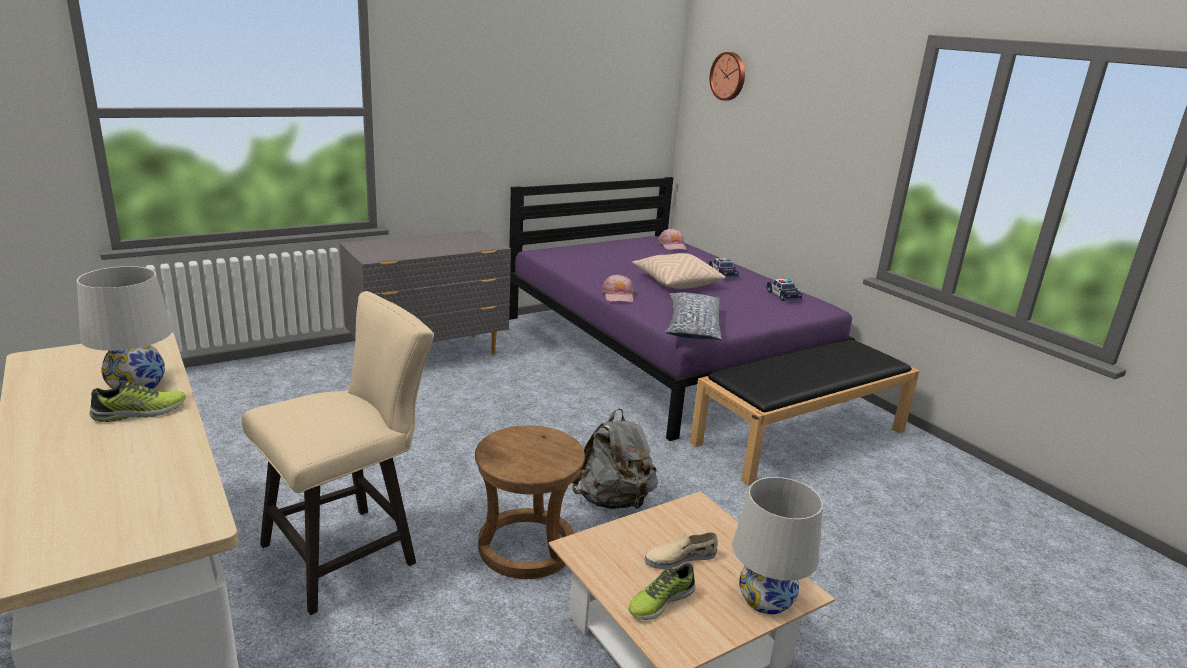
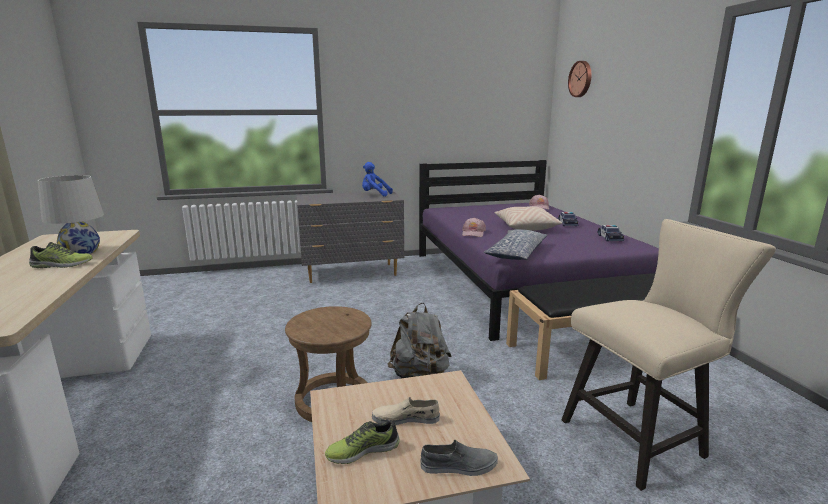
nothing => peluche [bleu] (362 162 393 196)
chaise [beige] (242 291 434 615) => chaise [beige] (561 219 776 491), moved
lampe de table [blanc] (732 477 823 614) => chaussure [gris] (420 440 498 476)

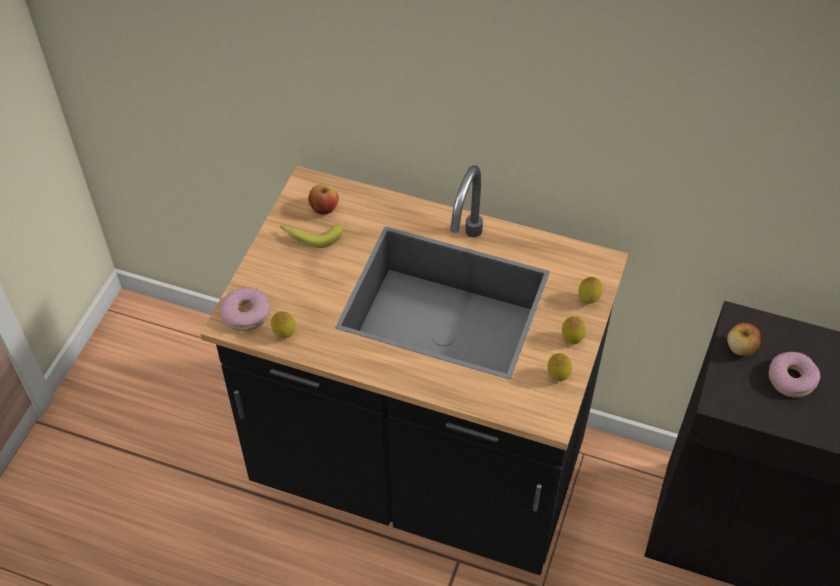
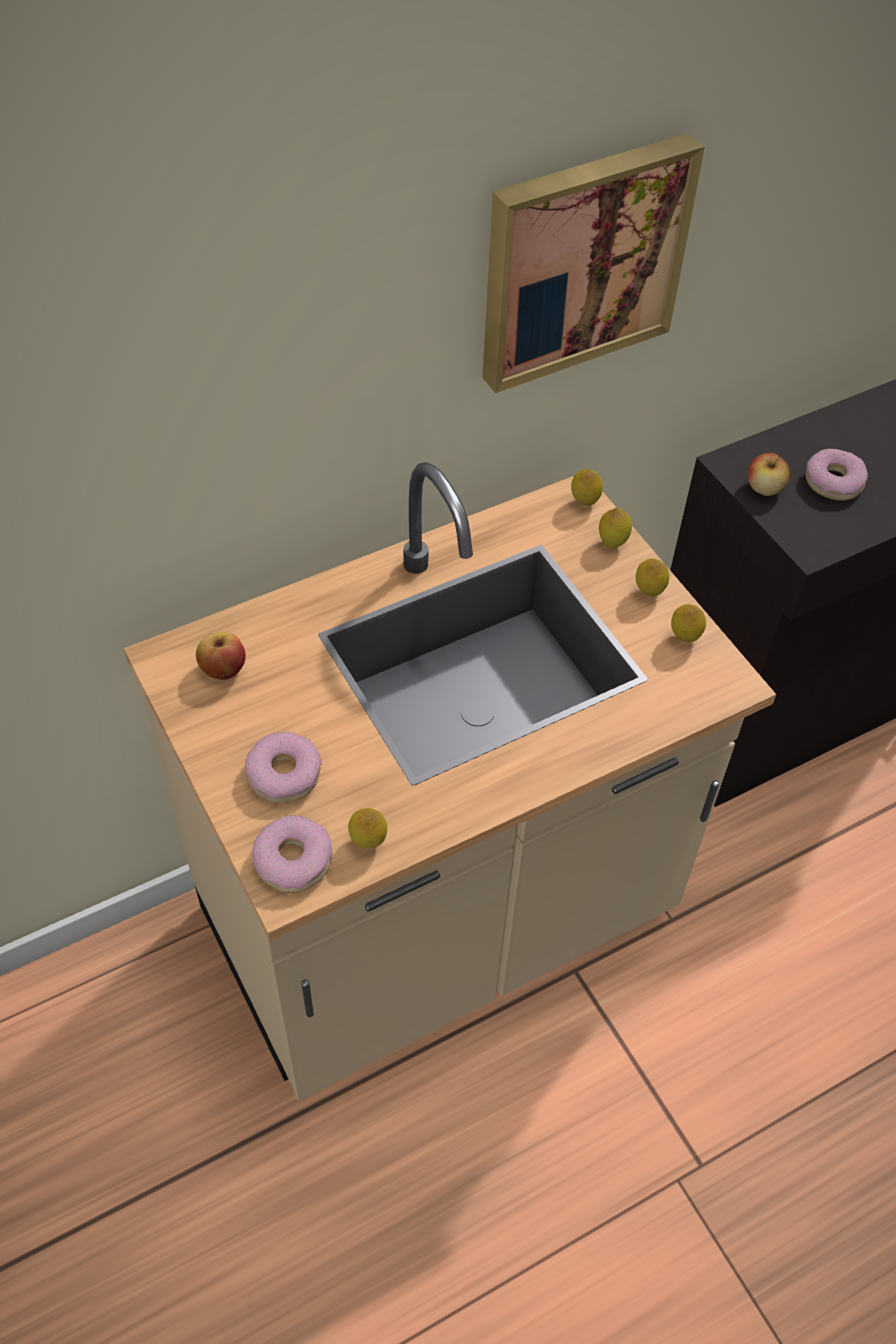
banane (280 224 343 248) => nothing
nothing => beignet (245 732 322 803)
nothing => tableau (482 133 705 393)
nothing => citron (571 469 603 506)
comptoir de cuisine [noir] (200 165 628 575) => comptoir de cuisine [beige] (124 462 776 1101)

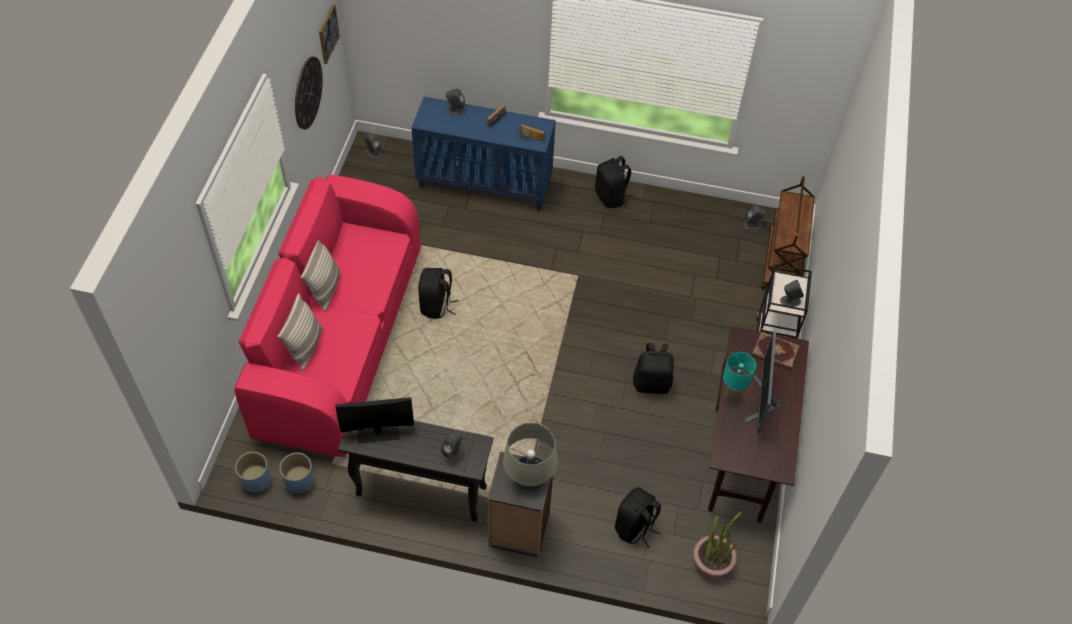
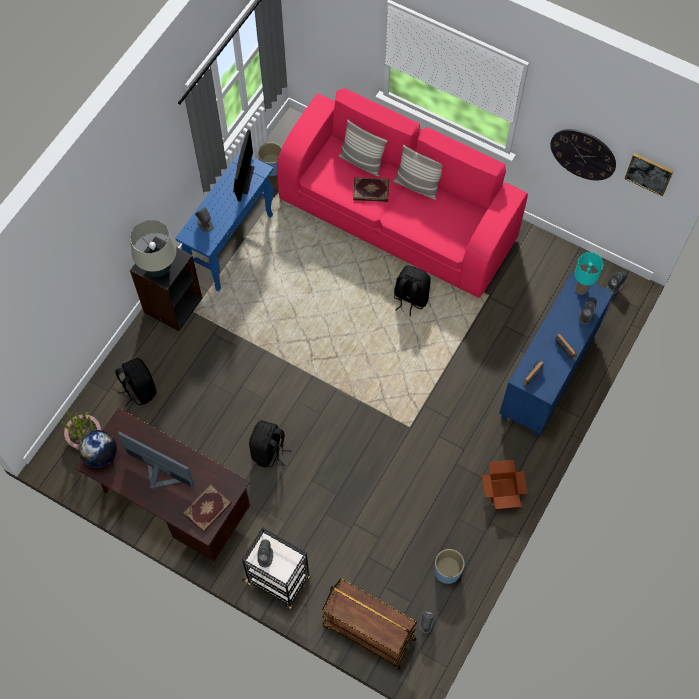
nothing => globe (78 430 117 468)
nothing => livre (353 177 389 202)
cache-pot [bleu] (235 452 271 493) => cache-pot [bleu] (434 549 465 584), moved
lampe de table [turquoise] (723 352 756 403) => lampe de table [turquoise] (574 252 603 295), moved
sac à dos [noir] (595 156 632 208) => carton (482 460 528 509)
table console [noir] (338 421 493 522) => table console [bleu] (175 151 273 291)

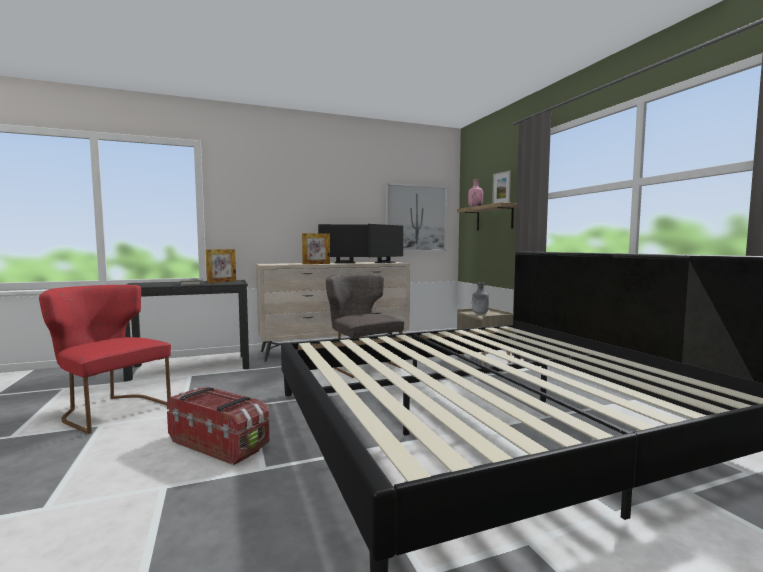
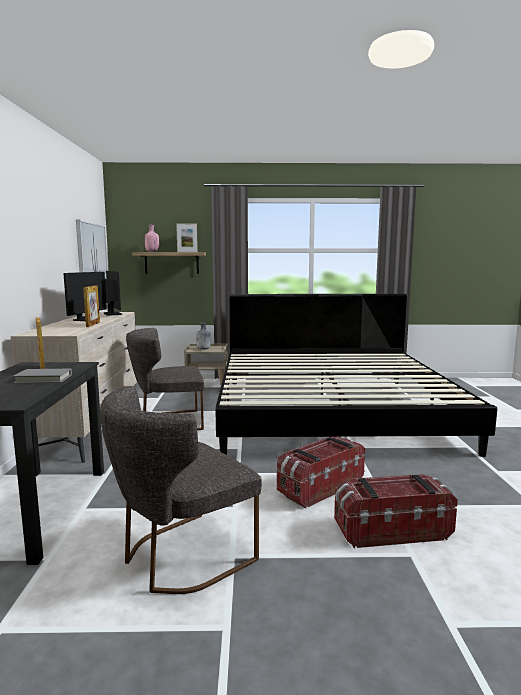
nothing => boîte de rangement (334 474 458 548)
chaise [rouge] (39 285 171 434) => chaise [gris] (100 386 261 594)

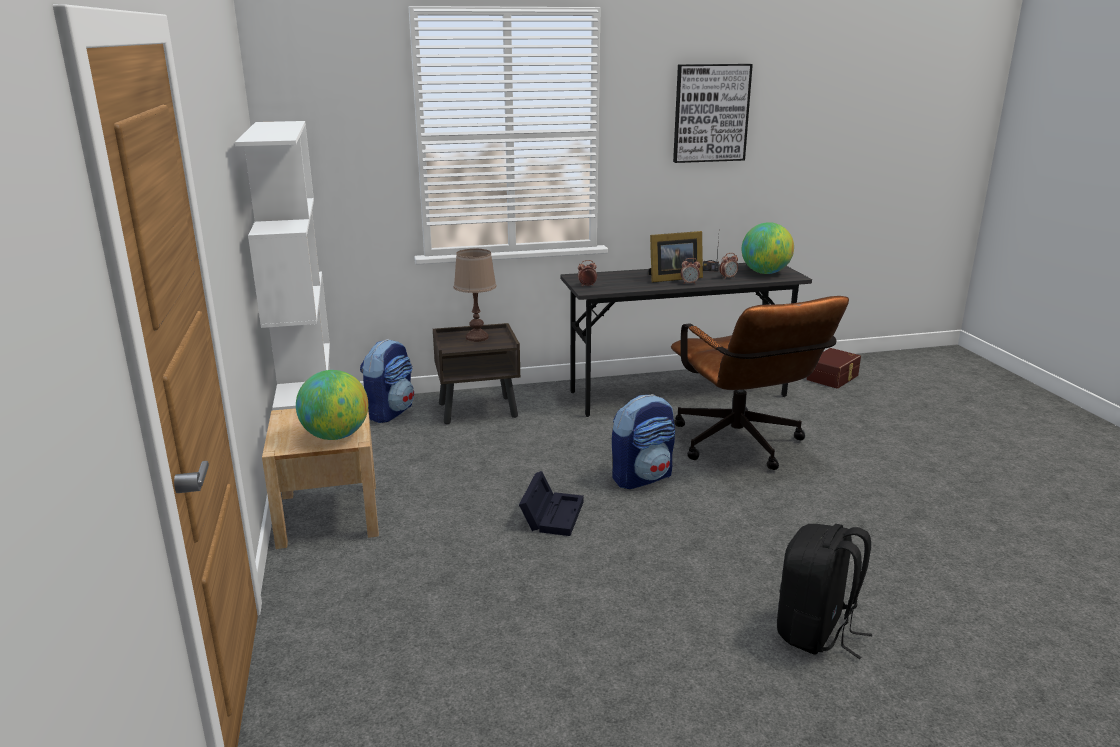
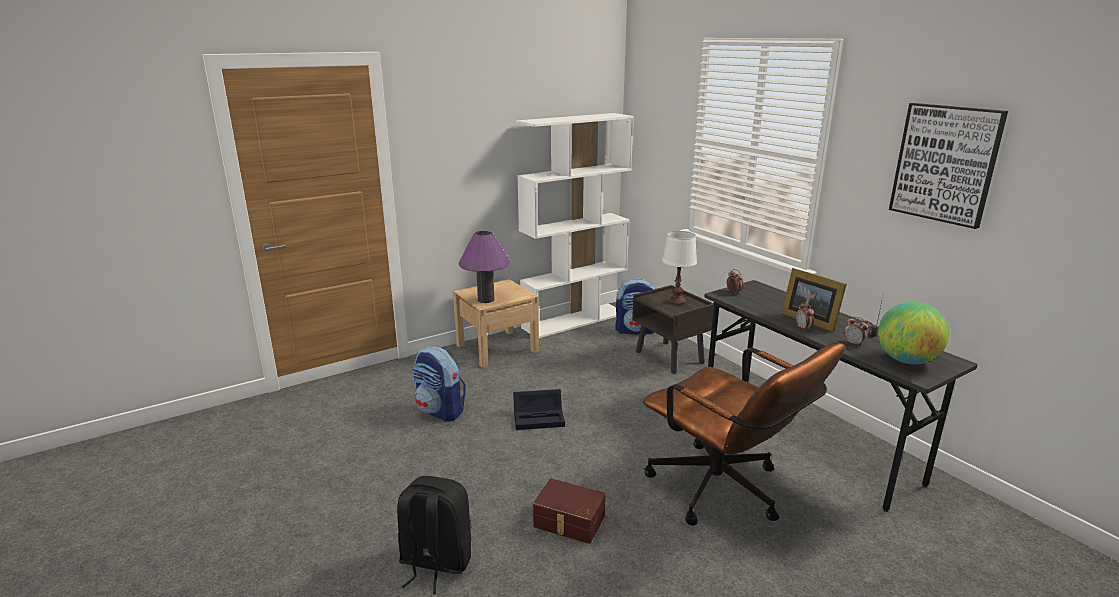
sac à dos (612 394 675 489) => sac à dos (412 346 466 422), moved
boîte de rangement [marron] (807 348 861 389) => boîte de rangement [marron] (533 478 606 544), moved
globe (296 370 368 440) => lampe de table [violet] (459 231 510 303)
lampe de table [marron] (454 249 497 342) => lampe de table [blanc] (662 231 697 305)
chaise de bureau [marron] (671 296 849 470) => chaise de bureau [marron] (643 343 845 526), 90 degrees counterclockwise

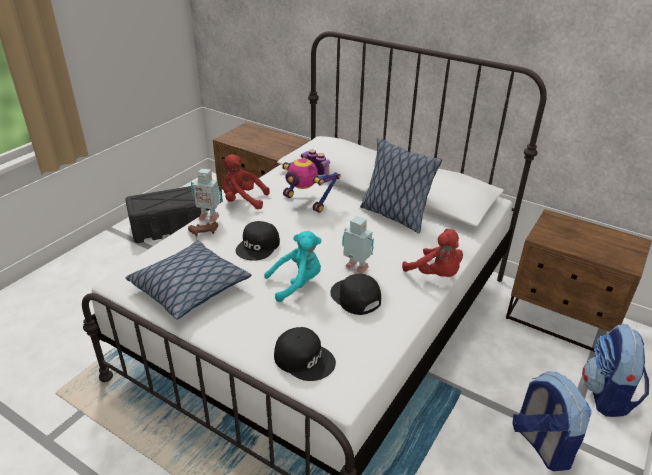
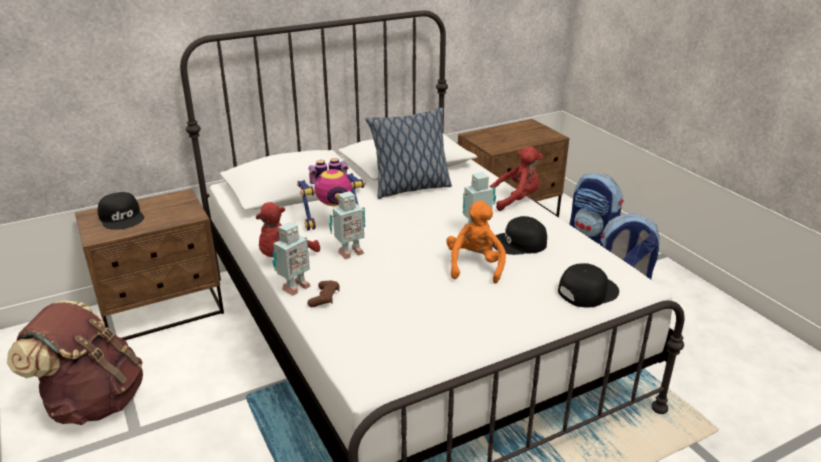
coussin (126 240 251 320) => nothing
nothing => robot jouet (329 191 365 259)
casquette [noir] (236 221 280 261) => casquette [noir] (98 192 144 230), moved
boîte de rangement [noir] (125 186 210 243) => sac à dos [marron] (7 301 143 425)
peluche [turquoise] (264 231 321 302) => peluche [orange] (446 201 506 284)

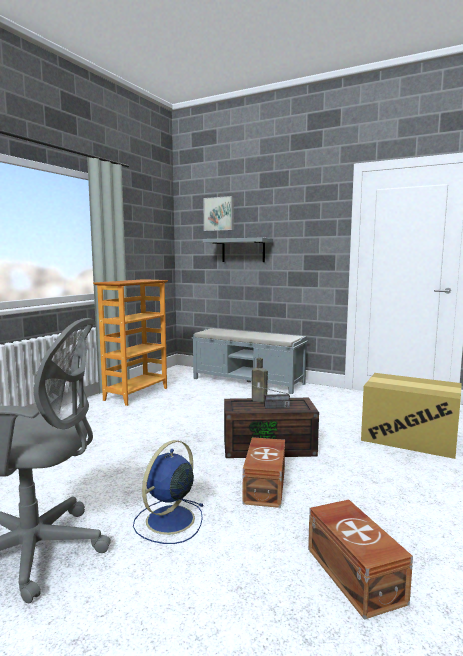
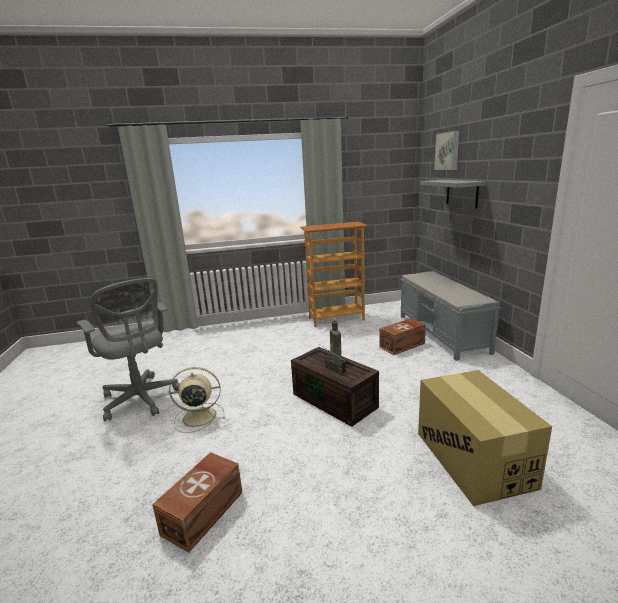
boîte de rangement [marron] (243 437 285 508) => boîte de rangement [marron] (379 318 426 355), moved
ventilateur [bleu] (133 440 203 544) => ventilateur [beige] (169 367 225 433)

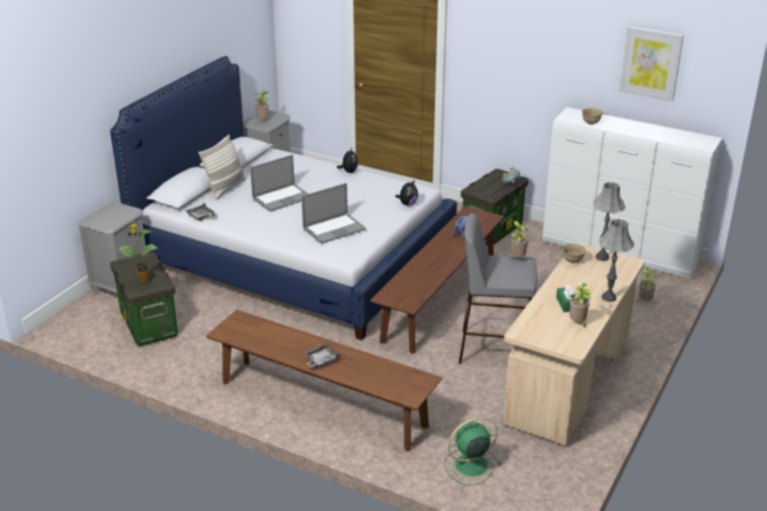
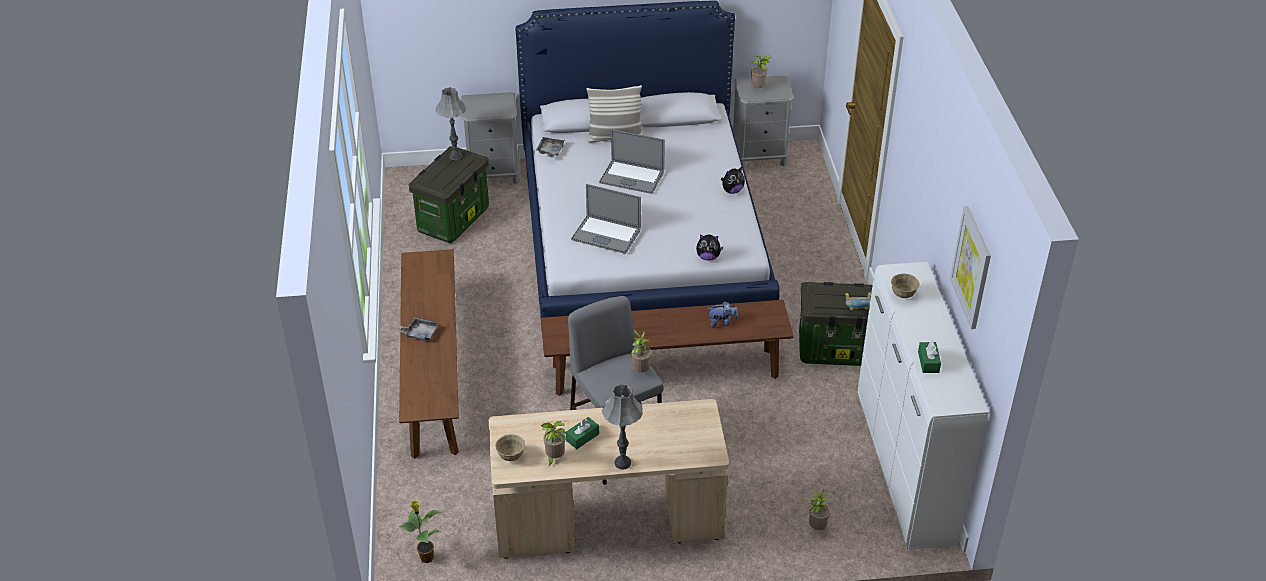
ventilateur [vert] (444 417 501 486) => nothing
nothing => boîte à mouchoirs [vert] (918 341 941 373)
plante en pot (119 224 157 284) => plante en pot (399 501 443 563), moved
bol [beige] (562 244 586 263) => bol [beige] (495 434 525 461), moved
lampe de table [gris] (593 182 626 261) => lampe de table [gris] (436 87 467 160), moved

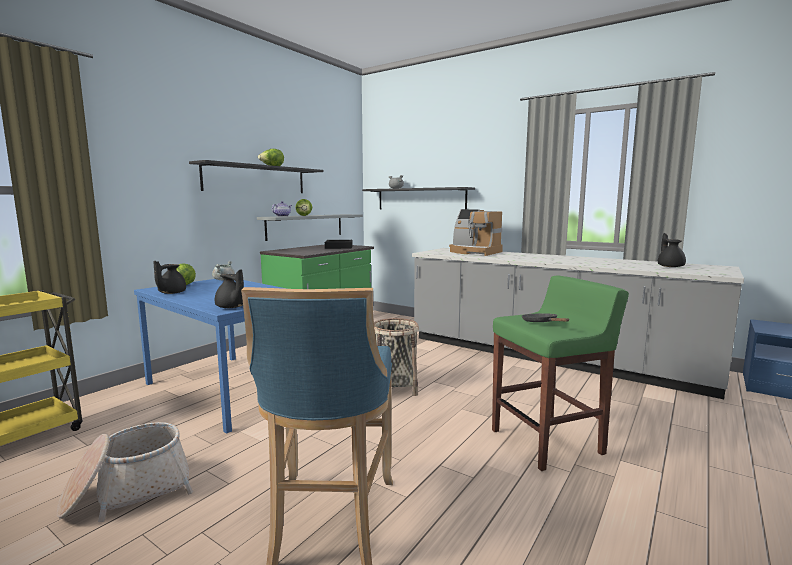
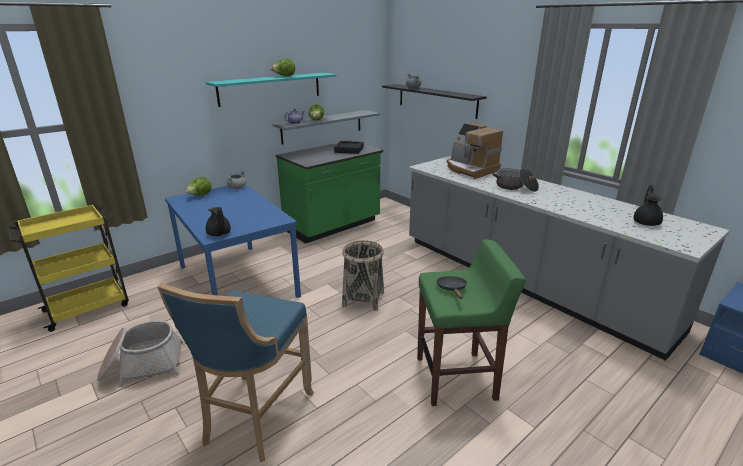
théière [noir] (154 261 186 294) => nothing
nothing => marmite (493 168 539 192)
étagère [noir] (189 160 323 193) => étagère [turquoise] (206 73 336 107)

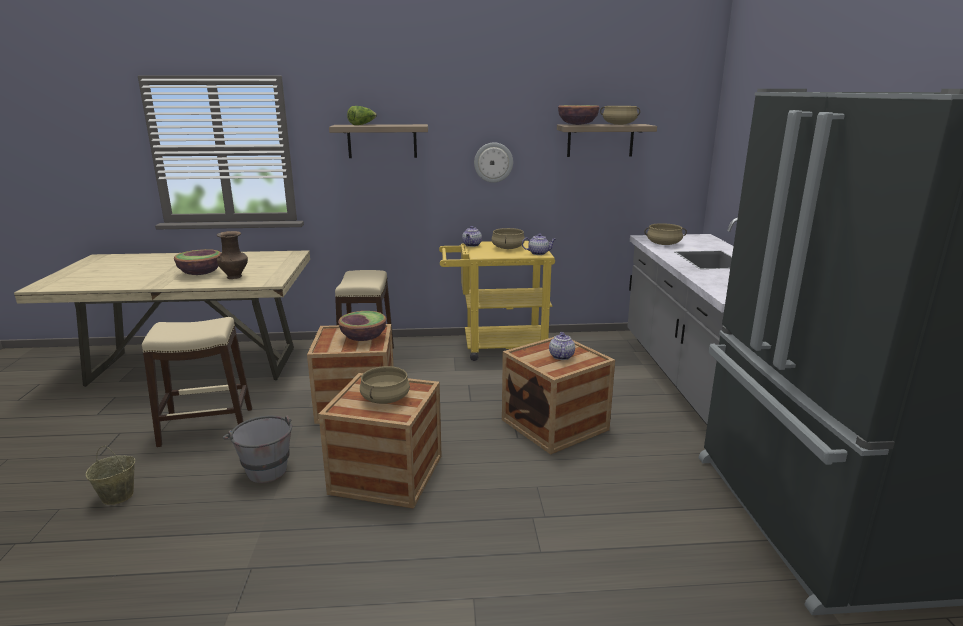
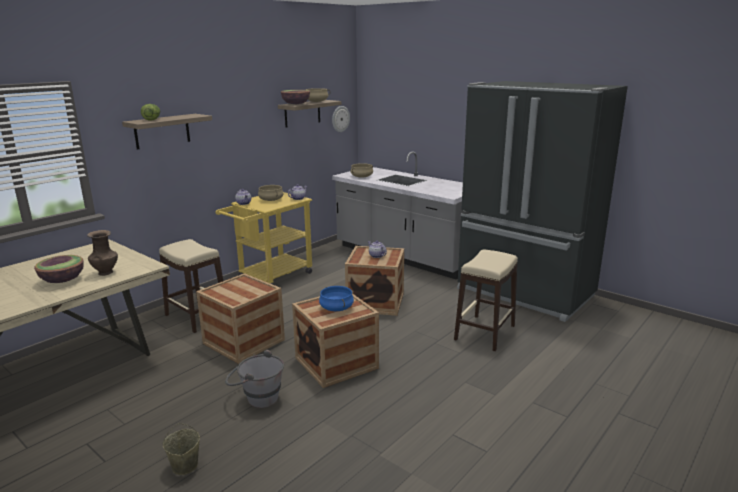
bol (338 311 387 341) => nothing
tabouret [beige] (142 317 252 447) => tabouret [beige] (454 250 518 351), moved
horloge murale (474 142 513 183) => horloge murale (332 106 350 132), moved
marmite [beige] (360 366 410 404) => marmite [bleu] (319 286 354 311)

